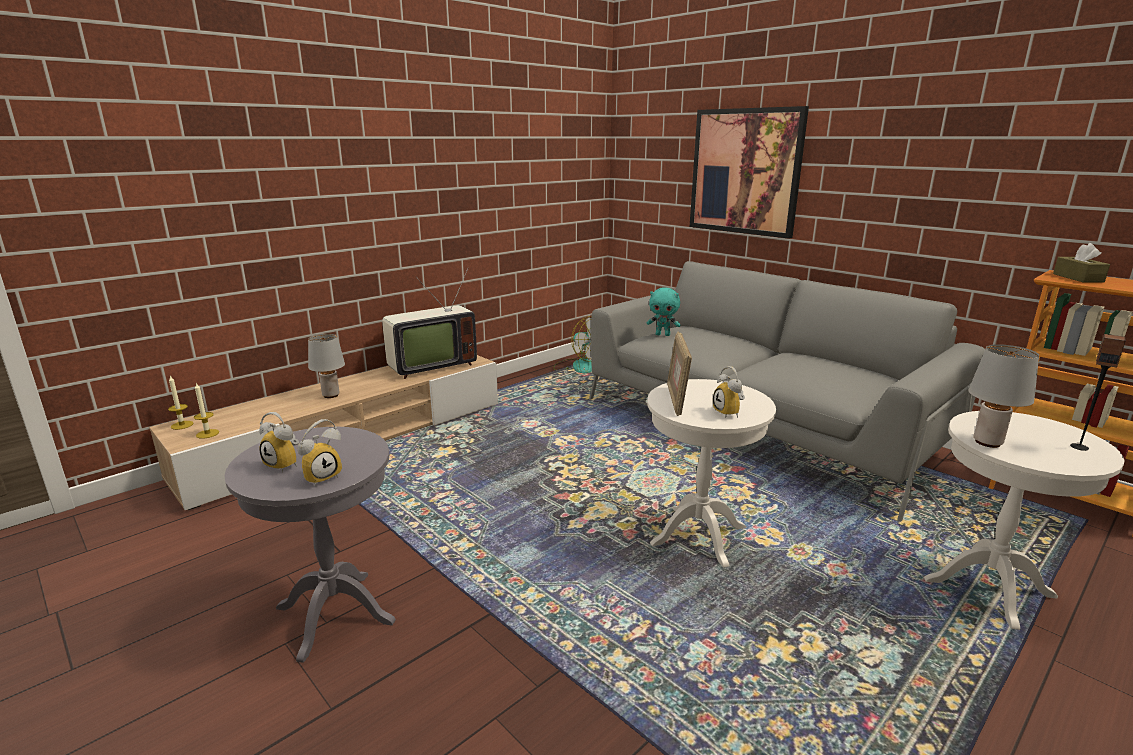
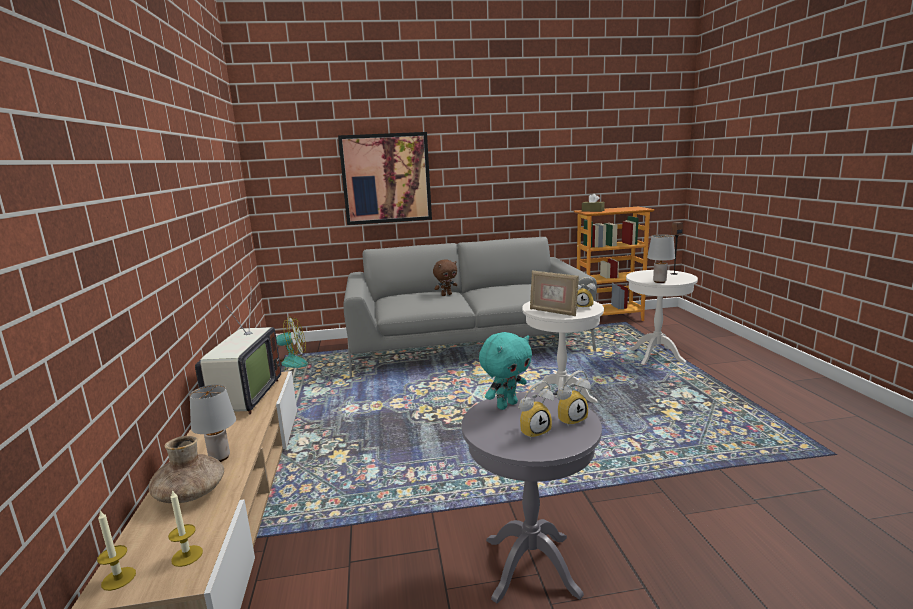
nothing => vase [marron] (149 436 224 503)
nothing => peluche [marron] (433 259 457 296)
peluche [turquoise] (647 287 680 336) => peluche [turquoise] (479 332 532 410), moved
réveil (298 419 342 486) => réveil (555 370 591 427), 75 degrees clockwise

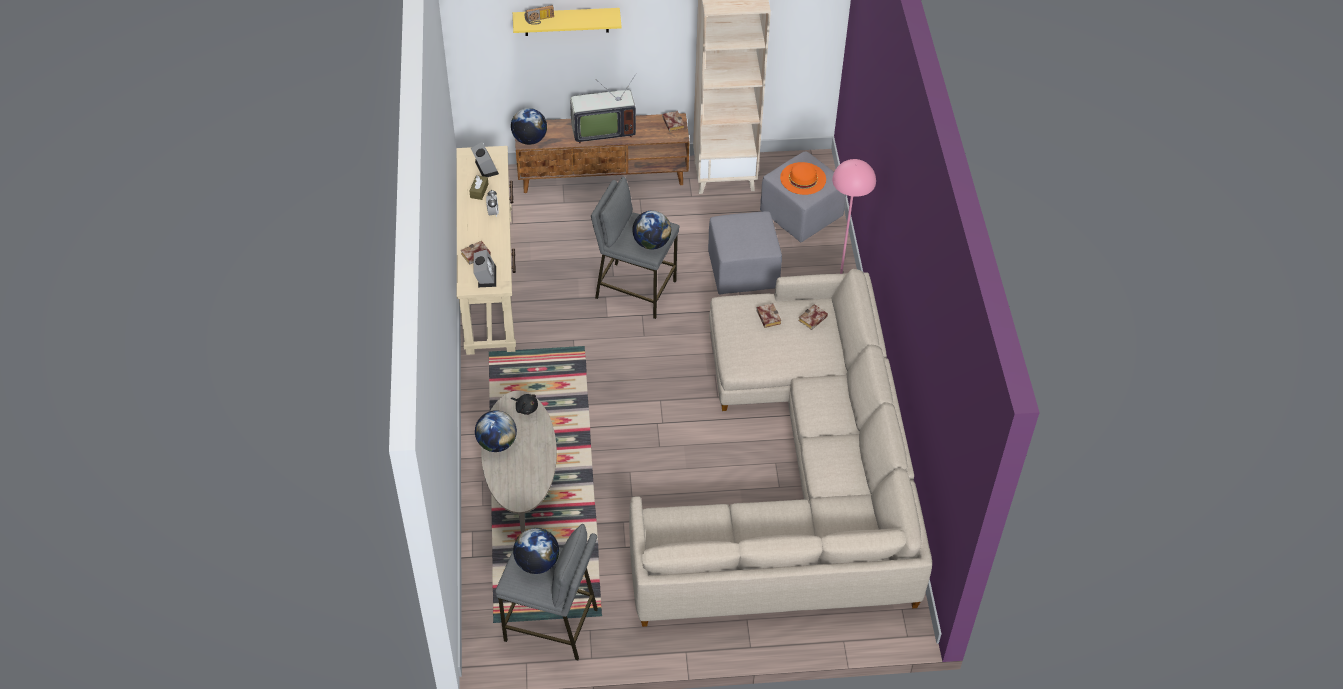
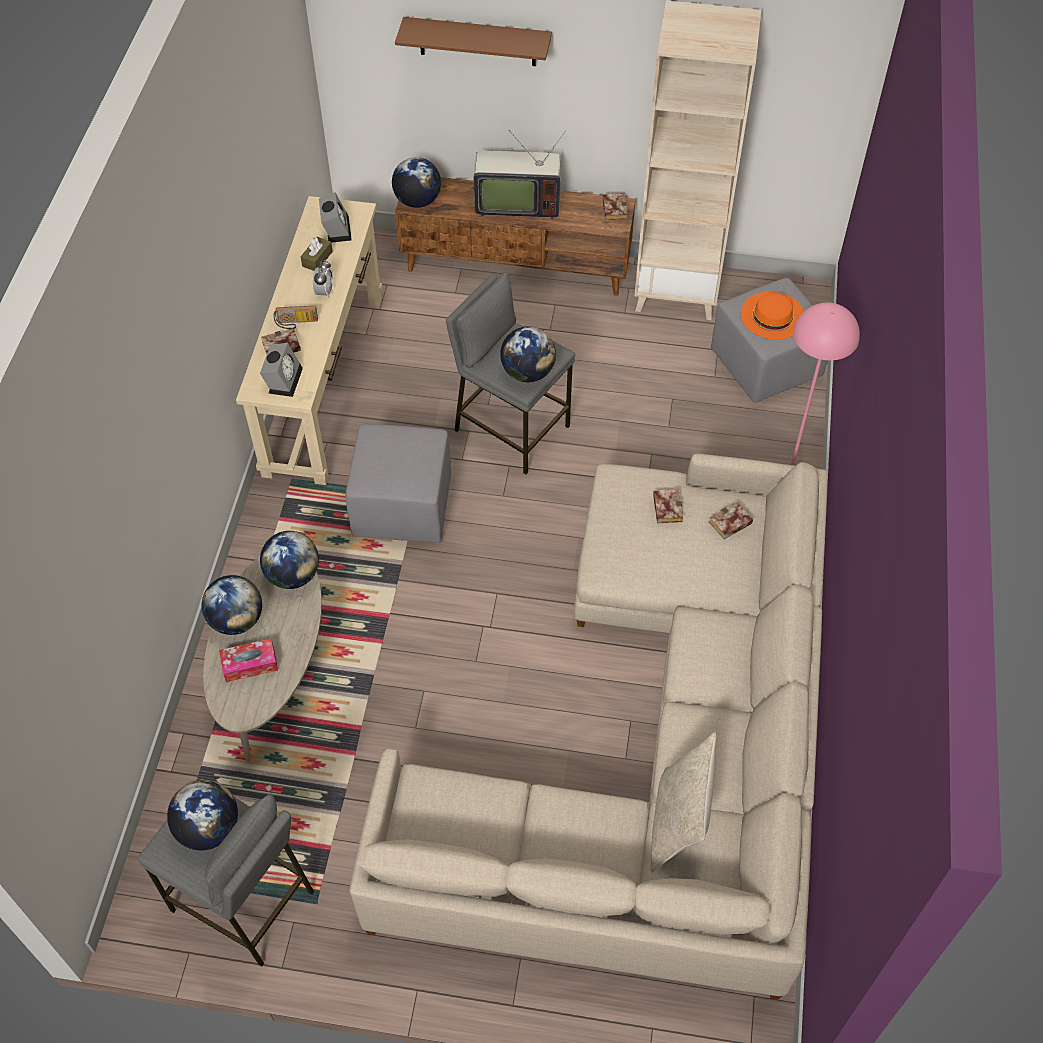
nothing => boîte à mouchoirs (219 639 278 682)
nothing => coussin [beige] (651 732 716 873)
radio (525 5 554 25) => radio (274 306 318 329), moved
pouf [gris] (708 211 782 294) => pouf [gris] (346 424 451 543), moved
peluche [noir] (511 394 538 415) => globe (260 531 319 589)
étagère [jaune] (513 8 622 36) => étagère [marron] (395 17 552 66)

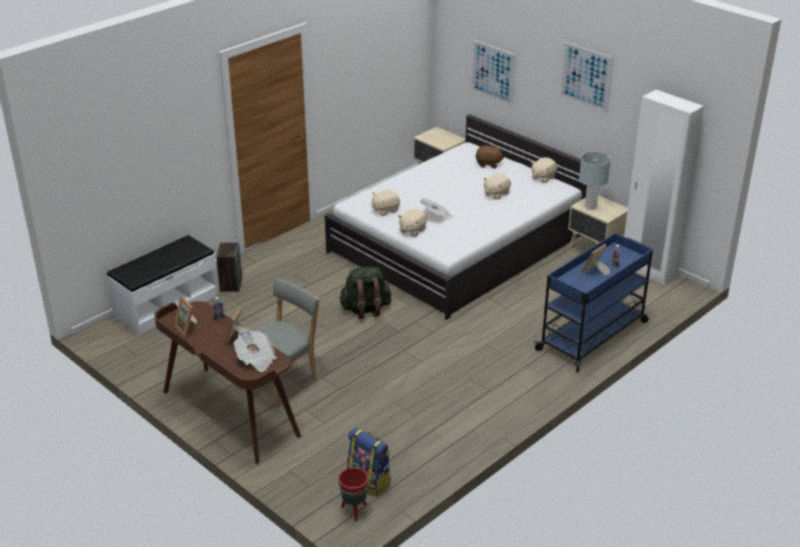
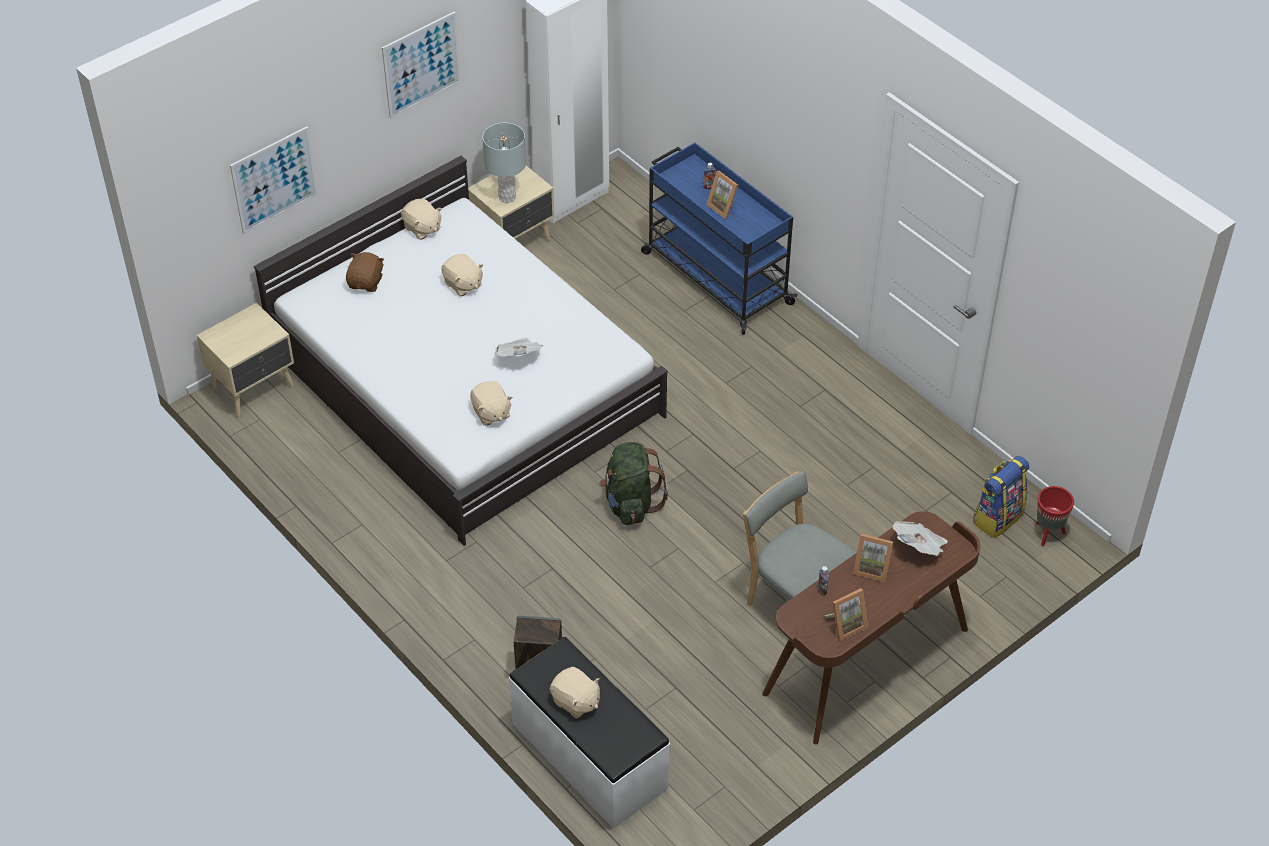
peluche [beige] (398 209 427 237) => peluche [beige] (550 667 600 719), moved

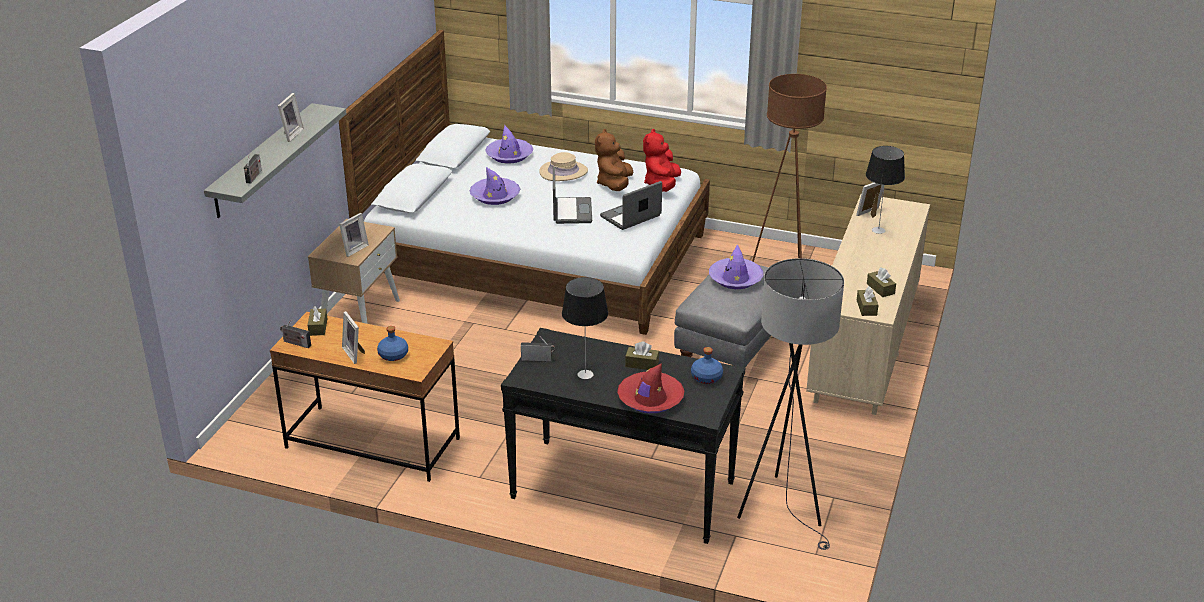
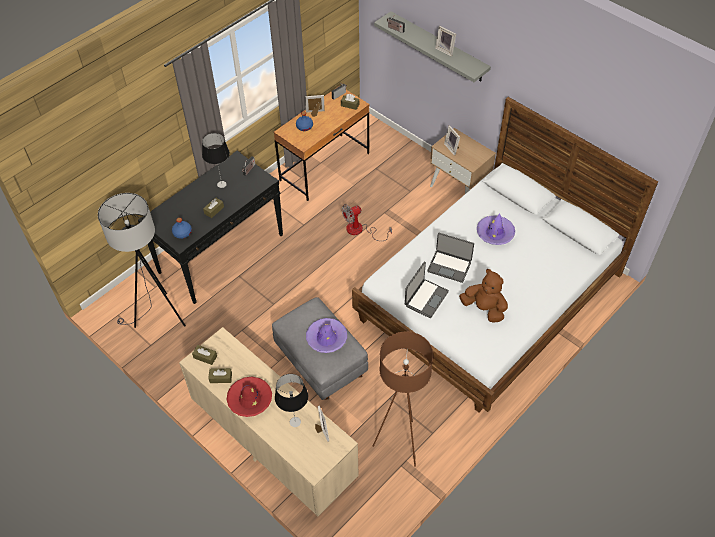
chapeau [violet] (485 125 533 164) => nothing
chapeau [beige] (539 152 588 181) => nothing
peluche [rouge] (643 129 681 192) => nothing
nothing => ventilateur (342 204 392 241)
chapeau [rouge] (617 363 684 413) => chapeau [rouge] (226 377 272 417), moved
ordinateur portable (600 181 662 230) => ordinateur portable (405 261 449 318), 45 degrees clockwise

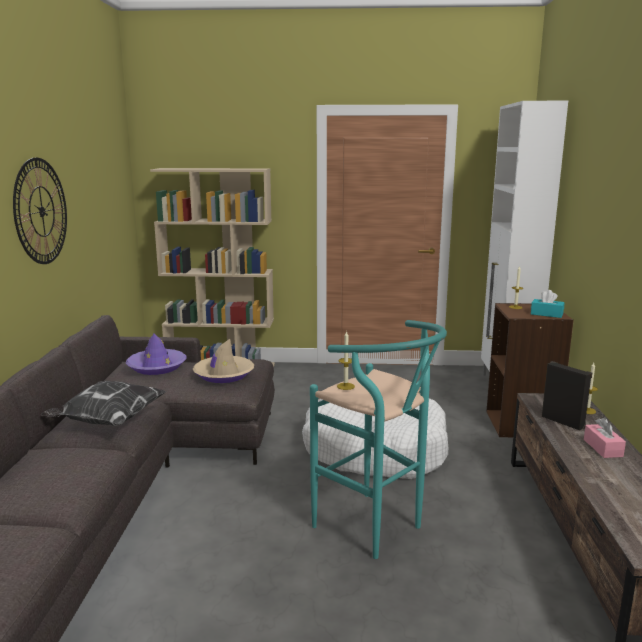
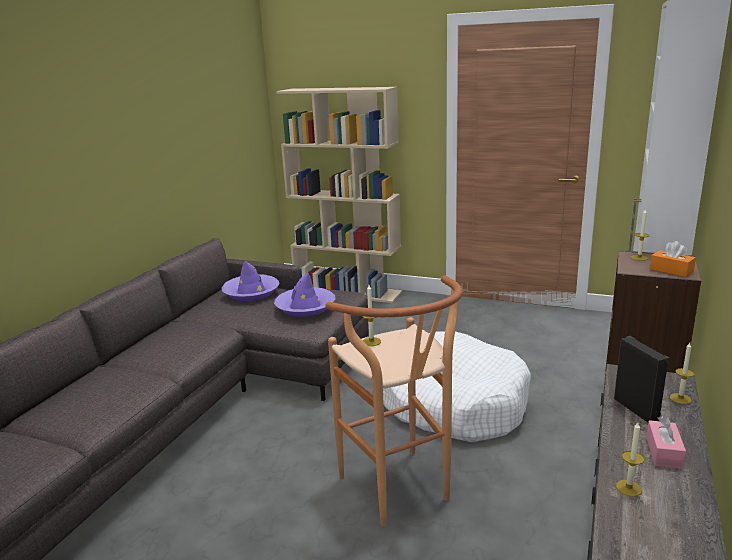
horloge murale (13 158 67 264) => nothing
coussin (41 381 167 426) => nothing
nothing => bougie (616 422 644 496)
chapeau [beige] (193 339 254 383) => chapeau [violet] (274 272 335 317)
tabouret [turquoise] (310 320 447 559) => tabouret [marron] (325 276 463 526)
boîte à mouchoirs [turquoise] (531 290 564 318) => boîte à mouchoirs [orange] (650 241 696 277)

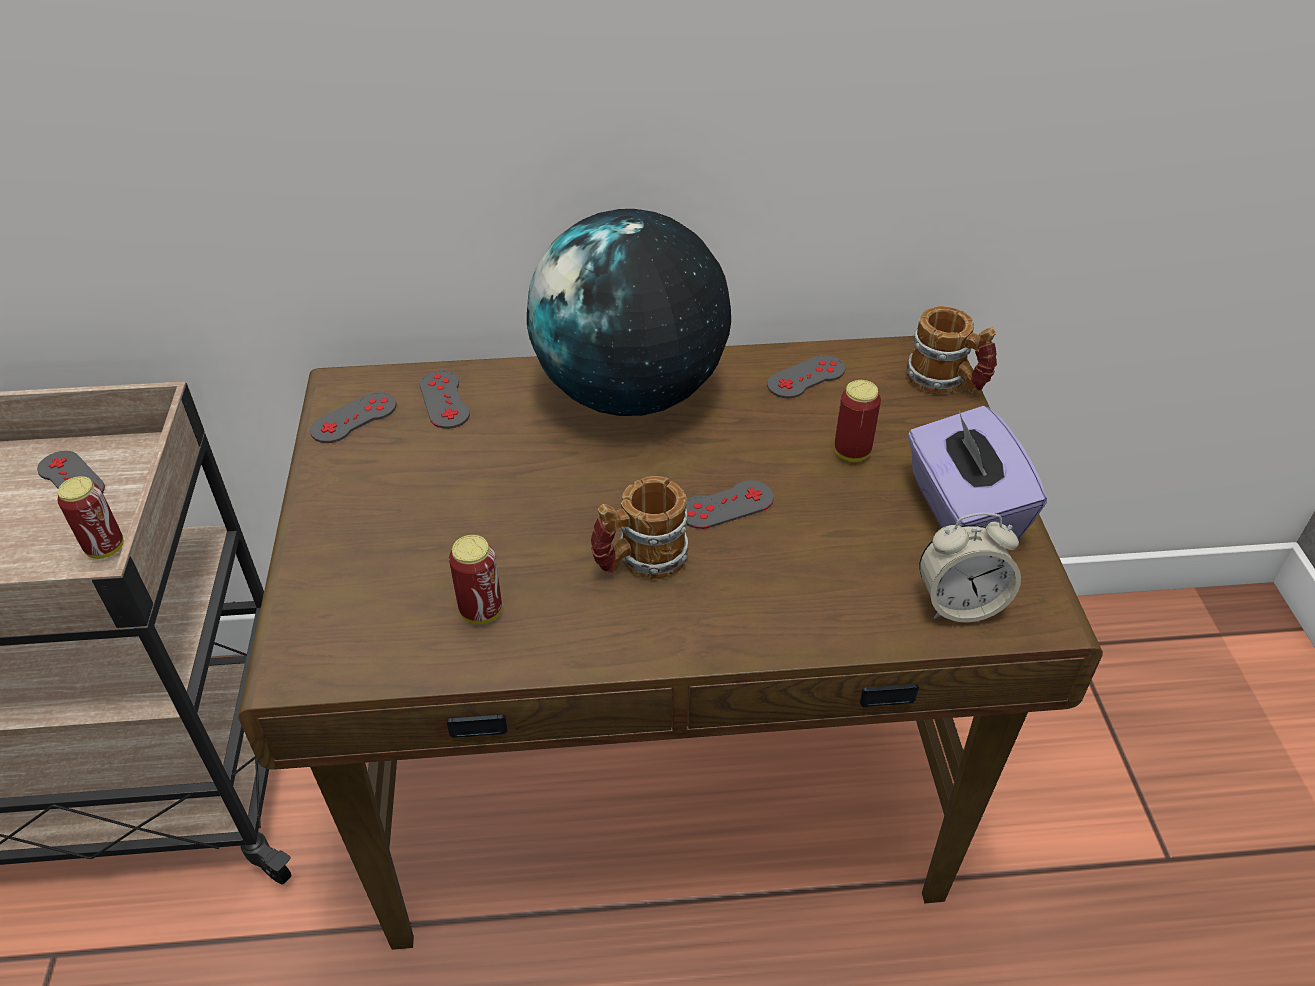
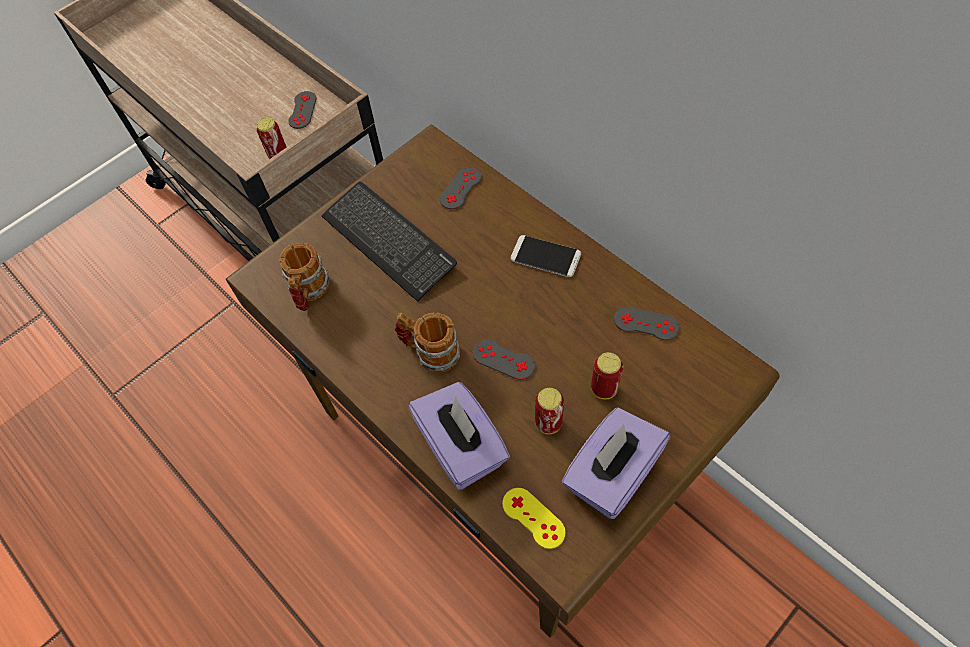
manette [gris] (310 392 396 443) => nothing
nothing => clavier (322 181 457 302)
nothing => boîte à mouchoirs [violet] (408 382 510 490)
boîte métallique (449 535 502 624) => boîte métallique (535 388 564 434), moved
mug (907 306 997 394) => mug (280 243 329 311), moved
globe (527 209 731 416) => téléphone (511 235 581 277)
réveil (919 513 1021 622) => manette [jaune] (502 488 566 549)

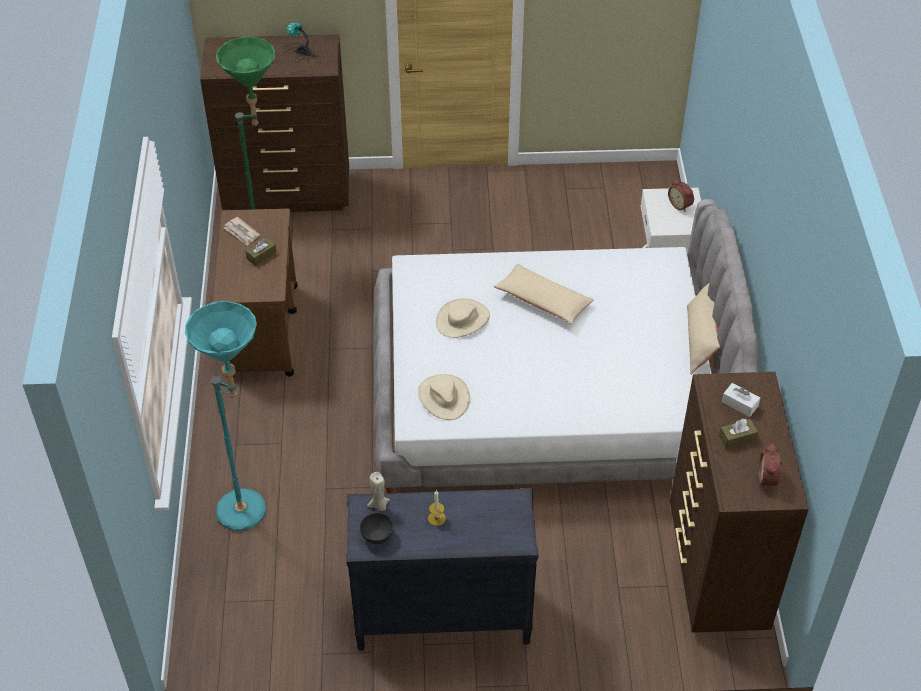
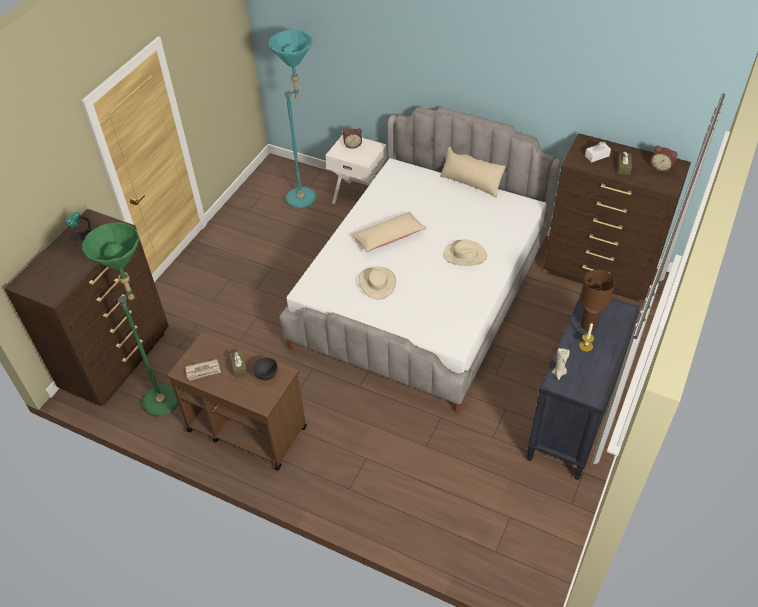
nothing => lampe de table [marron] (580 270 615 331)
lampadaire [turquoise] (185 301 266 531) => lampadaire [turquoise] (269 30 316 208), moved
bol [gris] (360 513 394 544) => bol [gris] (253 357 278 380), moved
chapeau [beige] (418 374 470 420) => chapeau [beige] (443 240 487 266), moved

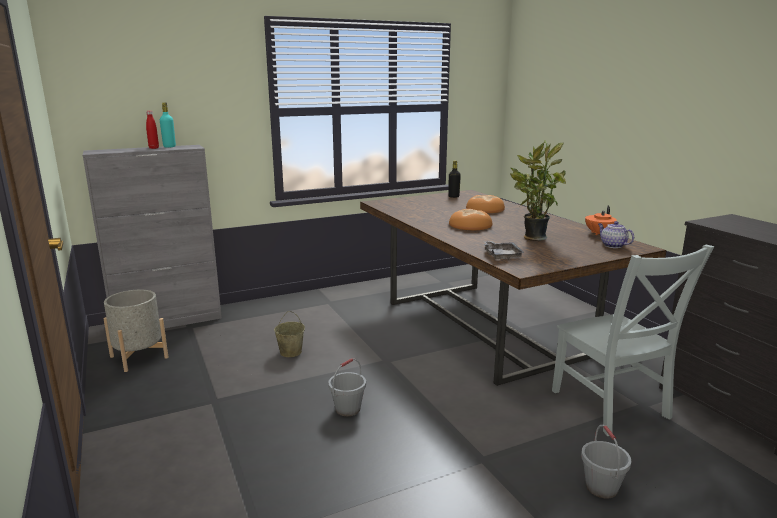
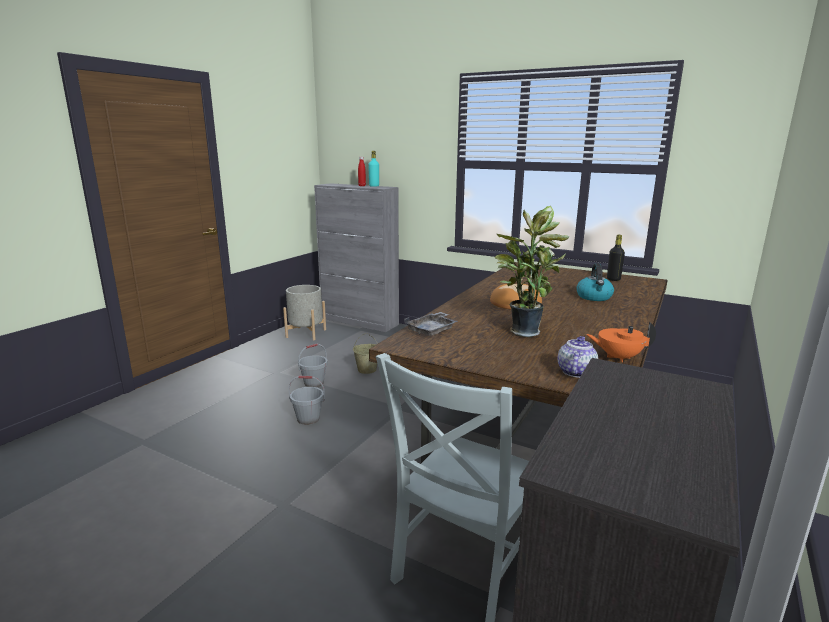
seau [gris] (581 425 631 499) => seau [gris] (298 344 328 387), moved
pain (466 195 505 213) => bouilloire (577 264 614 301)

